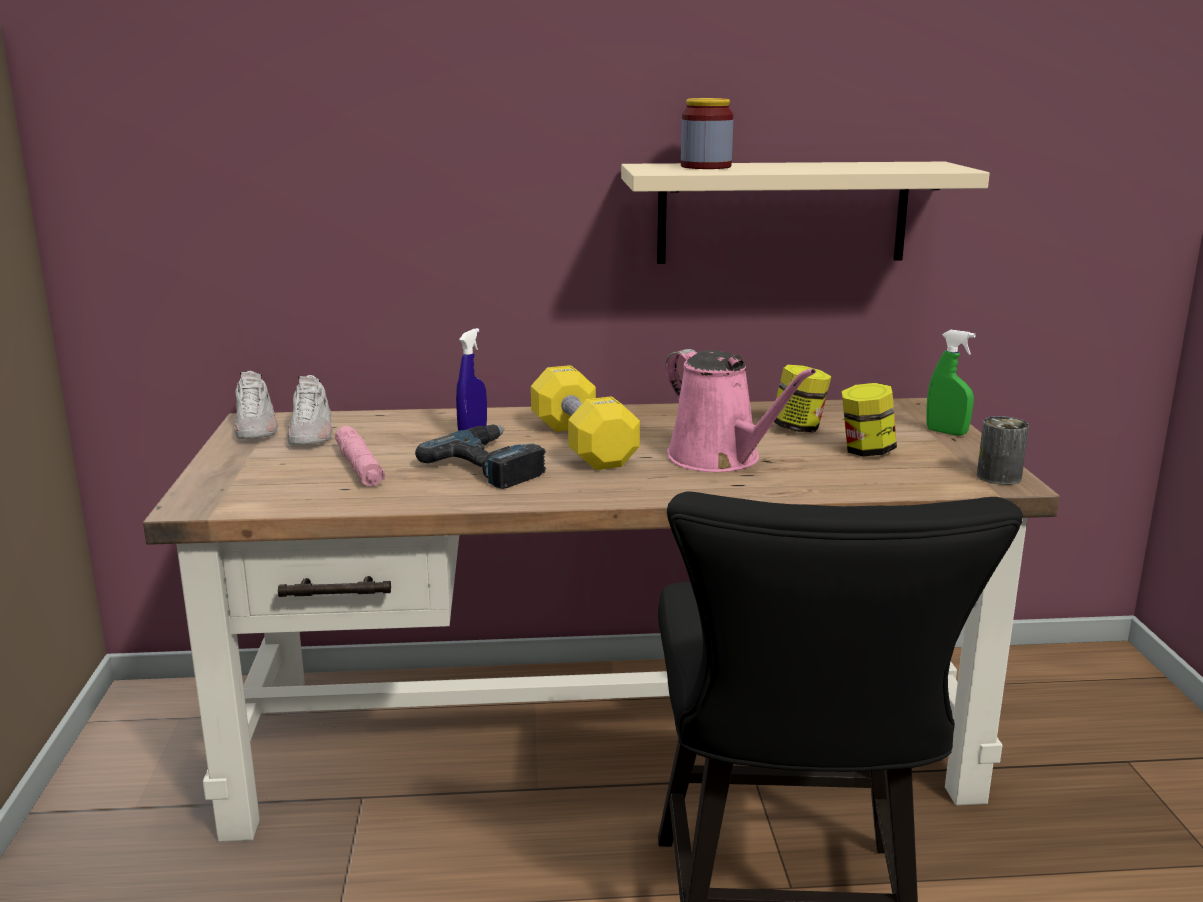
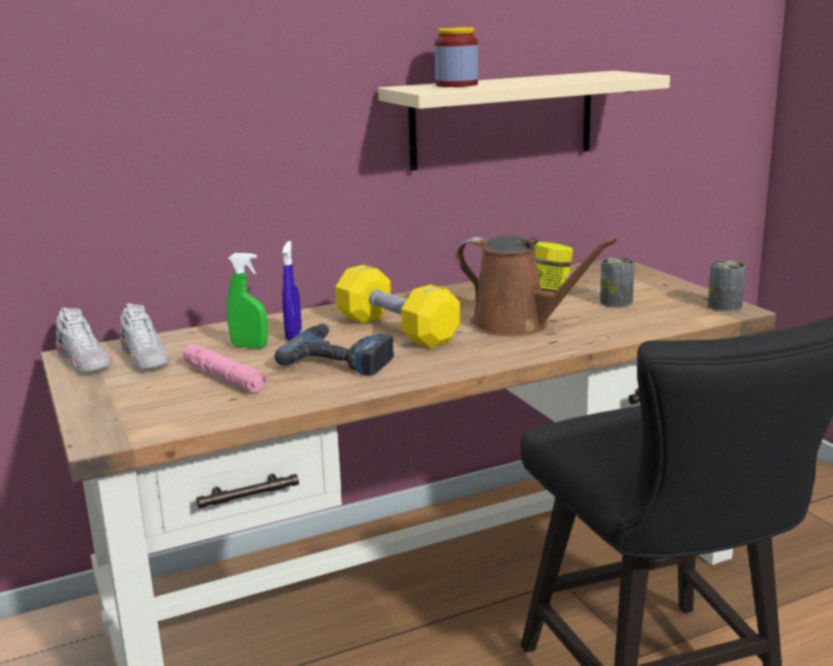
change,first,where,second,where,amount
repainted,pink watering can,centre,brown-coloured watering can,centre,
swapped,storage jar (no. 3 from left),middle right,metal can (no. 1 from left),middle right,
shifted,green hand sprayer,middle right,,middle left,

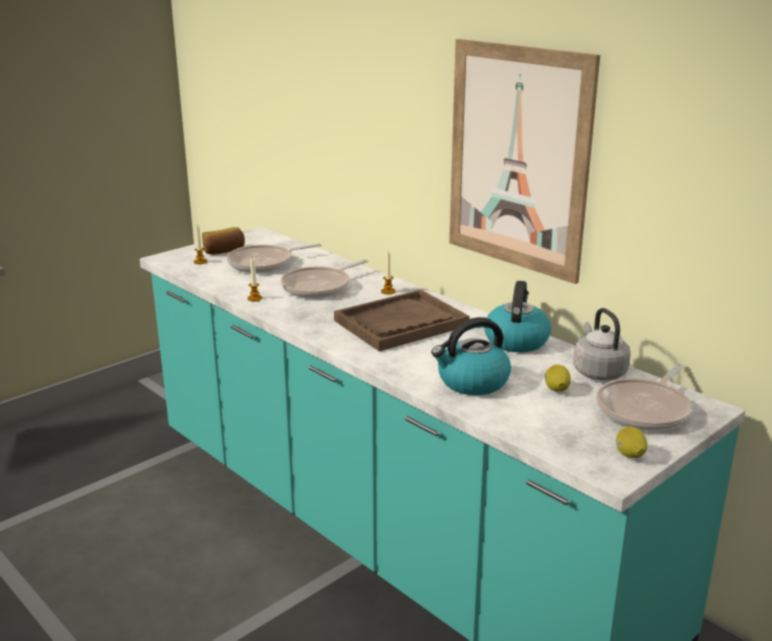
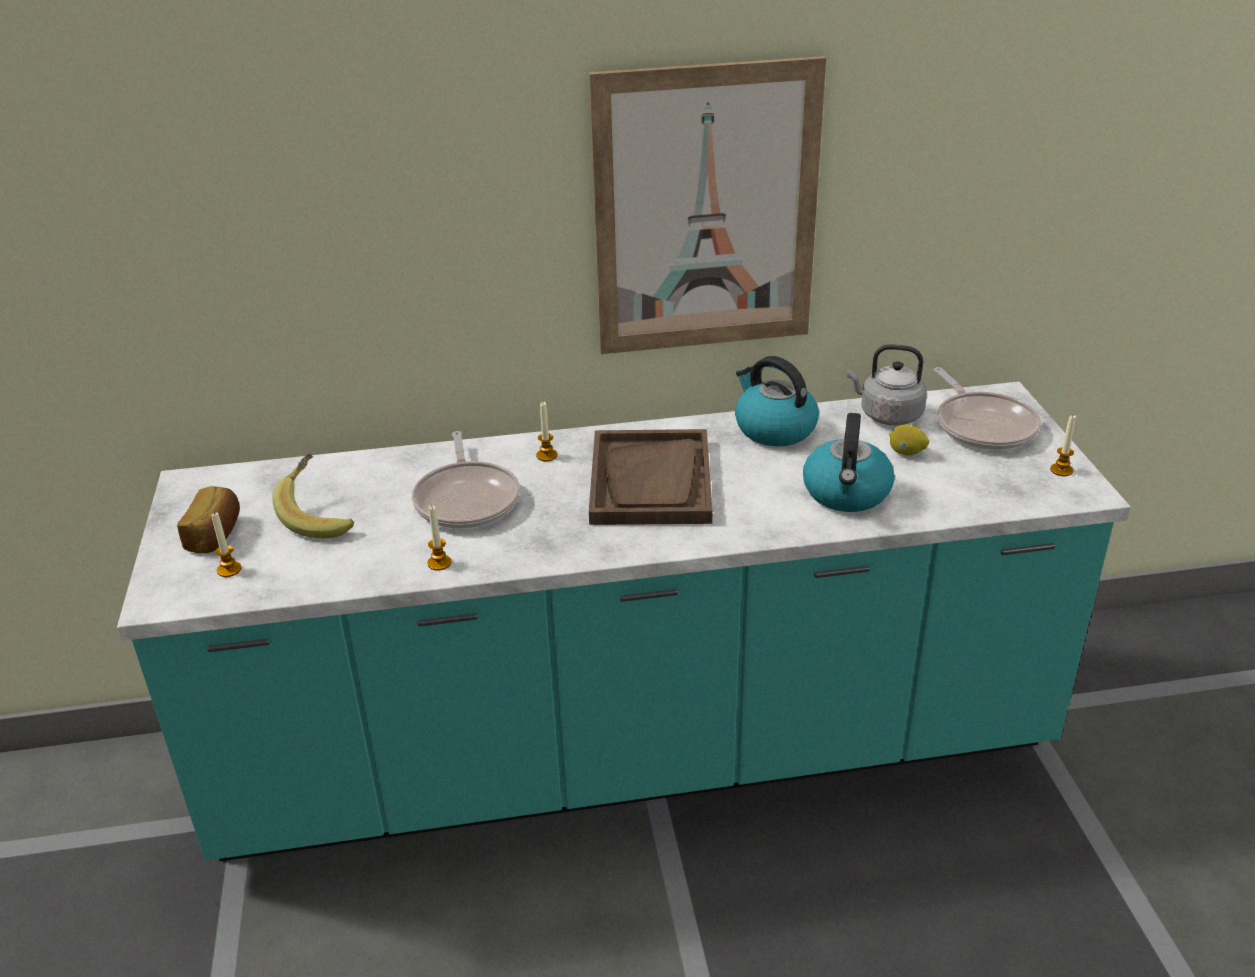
change,first,where,second,where,amount
swapped,skillet (no. 1 from left),centre,banana,middle left,
swapped,lemon (no. 2 from left),bottom right,wax light (no. 4 from left),middle right,

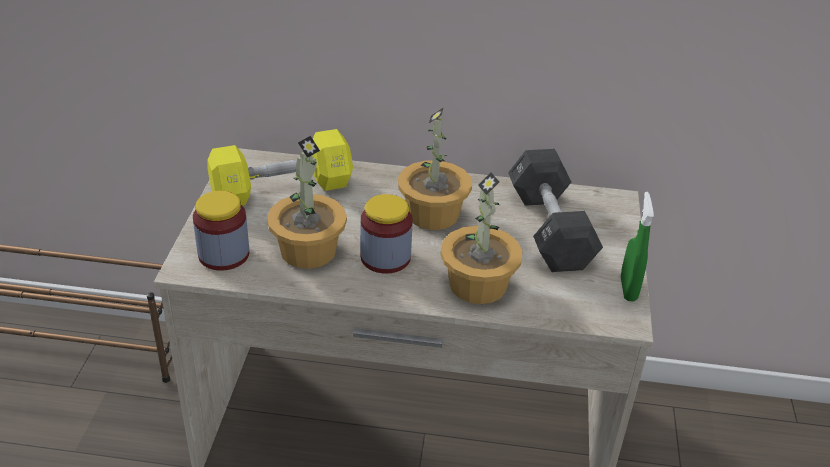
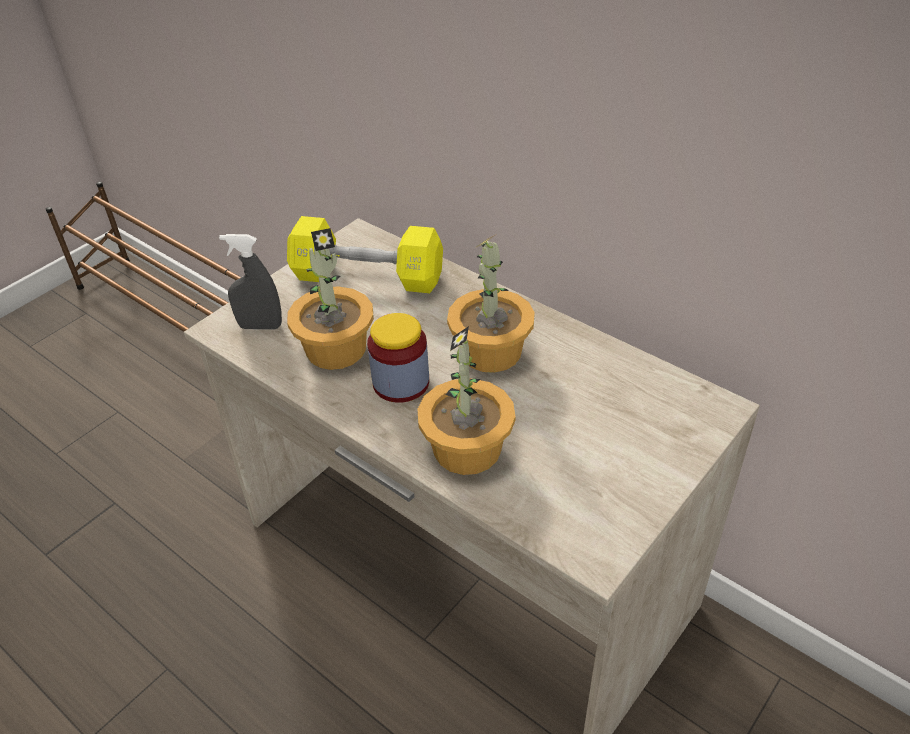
change,first,where,second,where,amount
swapped,storage jar (no. 1 from left),middle left,grey hand sprayer,middle left,
gone,blackish hand weight,middle right,,,
gone,green hand sprayer,middle right,,,

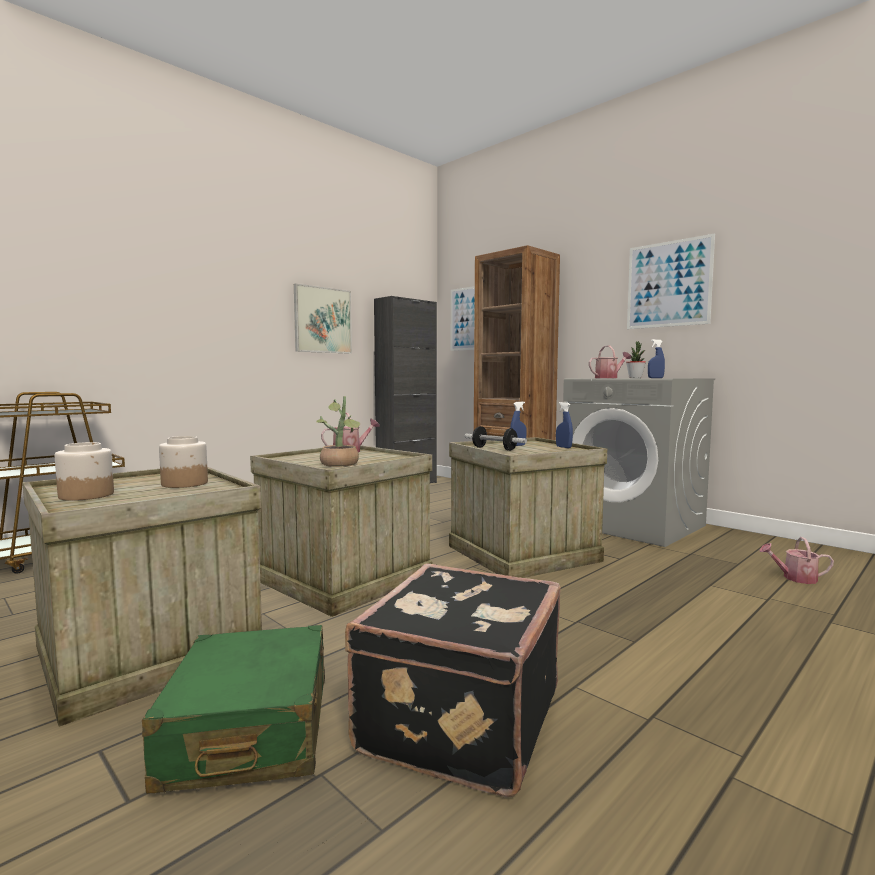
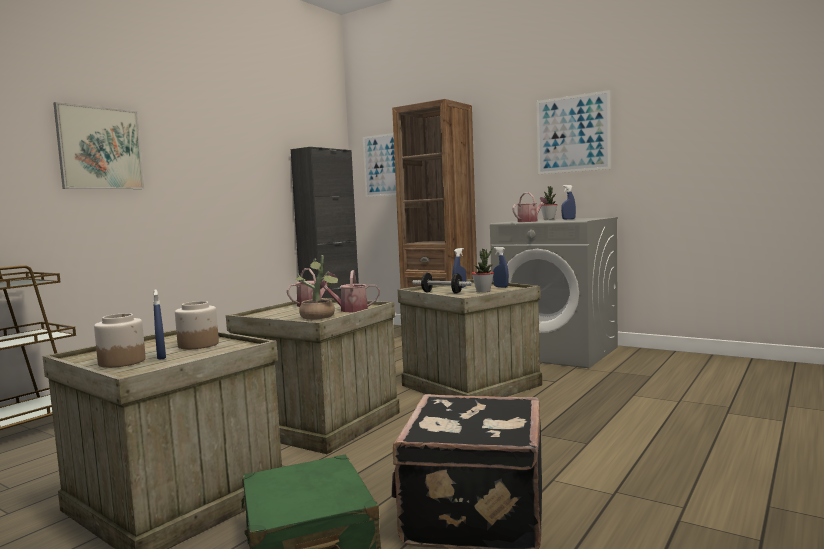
change,first,where,second,where,amount
shifted,wall art (no. 1 from left),centre,,top left,
shifted,watering can (no. 3 from left in the first image),middle right,watering can (no. 2 from left),centre,
new,,,blue-coloured hand sprayer (no. 1 from left),middle left,
new,,,plant in a pot (no. 2 from left),centre,

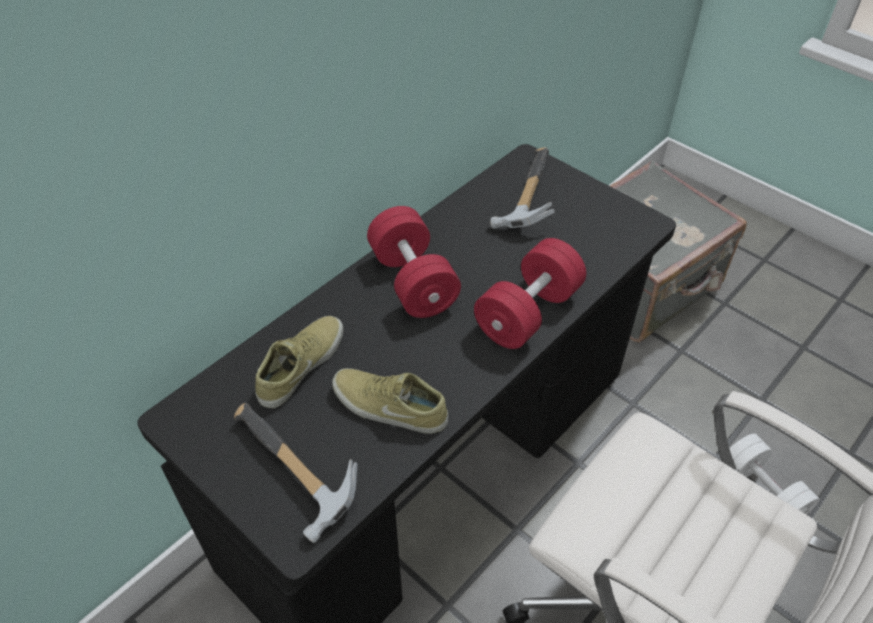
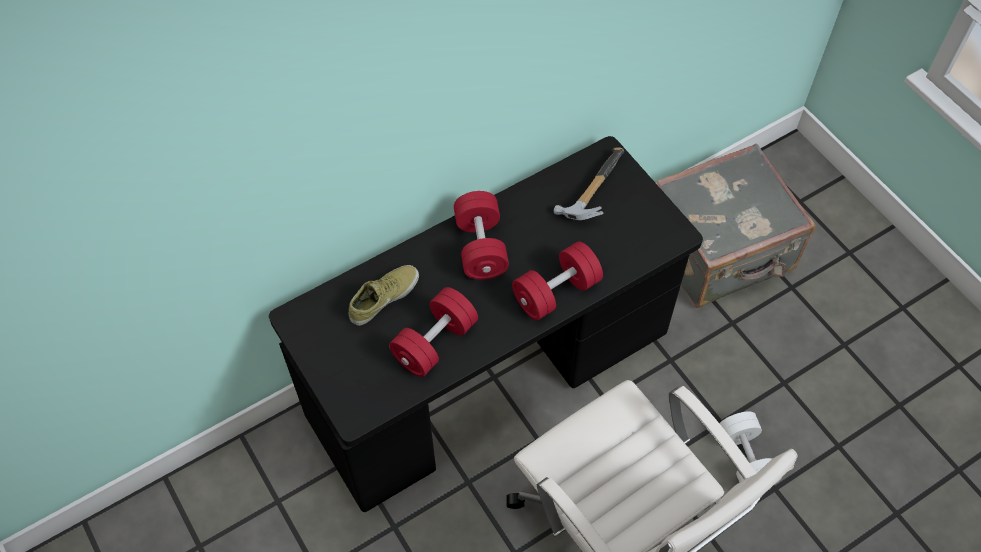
change,first,where,second,where,amount
gone,hand hammer (no. 1 from left),bottom centre,,,
swapped,sand-coloured low shoe (no. 2 from left),centre,red hand weight (no. 1 from left),centre,

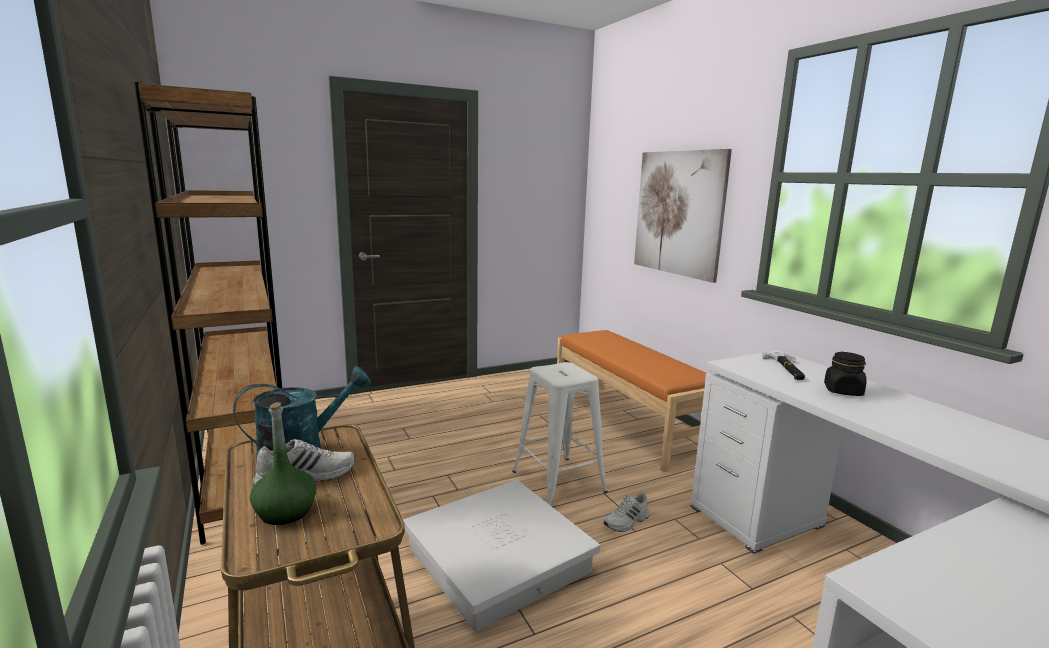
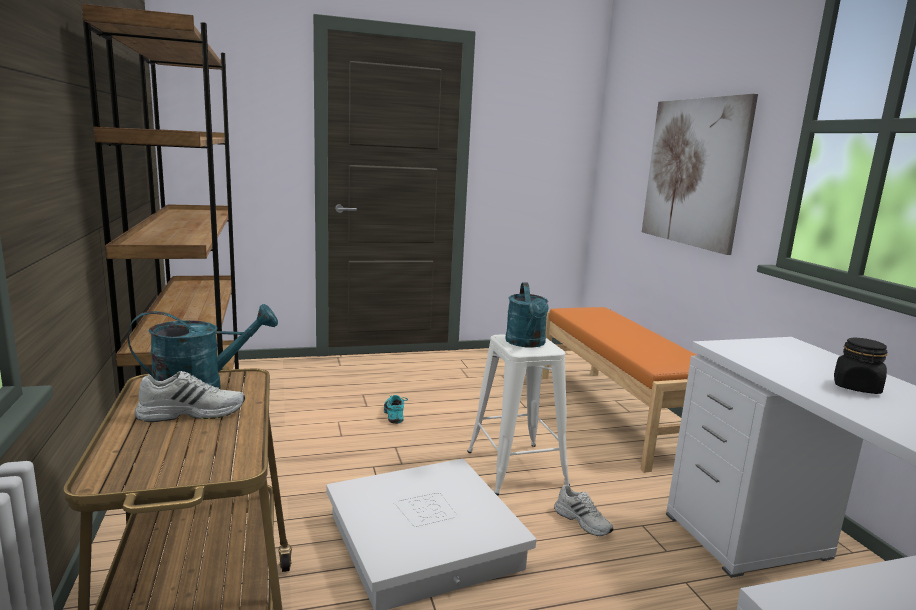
change,first,where,second,where,amount
gone,green bottle,bottom left,,,
rotated,whitish low shoe (no. 2 from left),bottom centre,,bottom centre,105 degrees counterclockwise
gone,hand hammer,middle right,,,
new,,,blue-green low shoe,bottom centre,
new,,,blue-green watering can (no. 2 from left),centre,

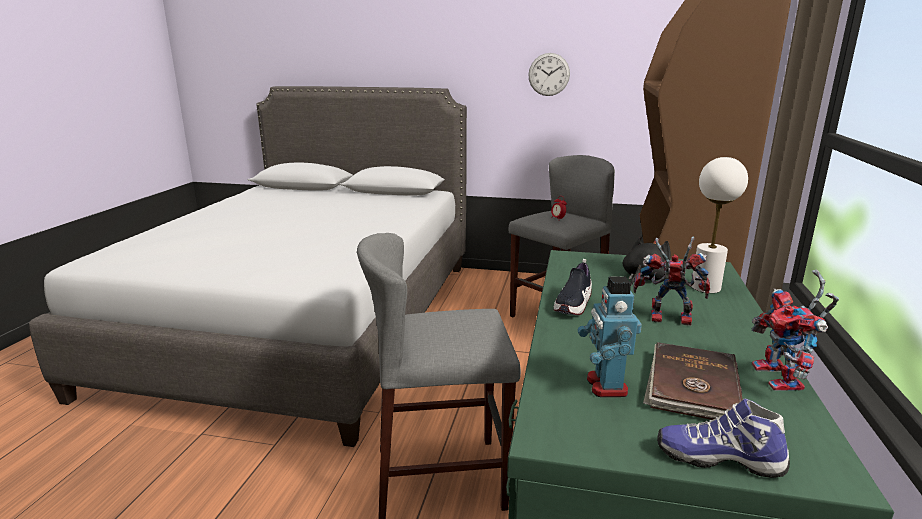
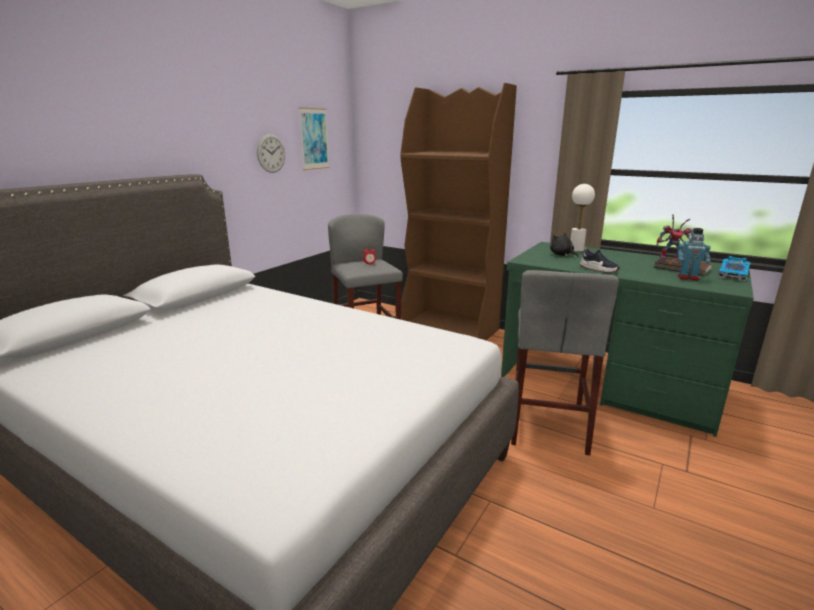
change,first,where,second,where,amount
gone,toy robot (no. 2 from left),middle right,,,
swapped,low shoe (no. 2 from left),bottom right,model car,middle right,
new,,,wall art,top centre,

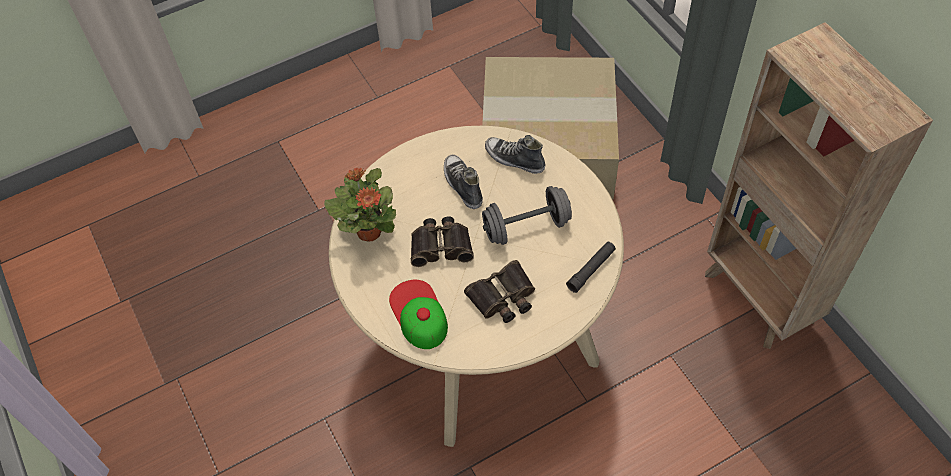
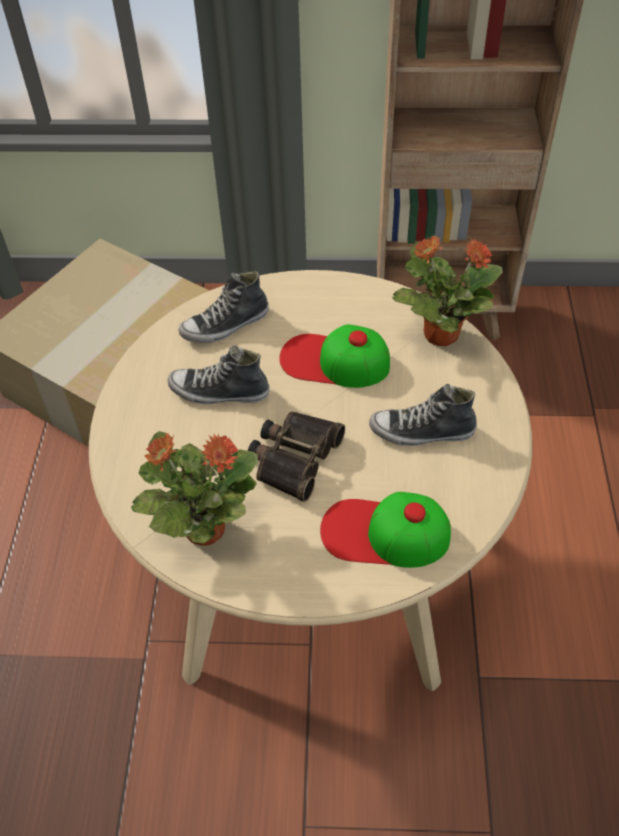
change,first,where,second,where,amount
swapped,binoculars (no. 2 from left),centre,low shoe (no. 3 from left),middle right,
swapped,grey hand weight,centre,peaked cap (no. 1 from left),centre,
swapped,blackish torch,centre,plant in a pot (no. 2 from left),middle right,

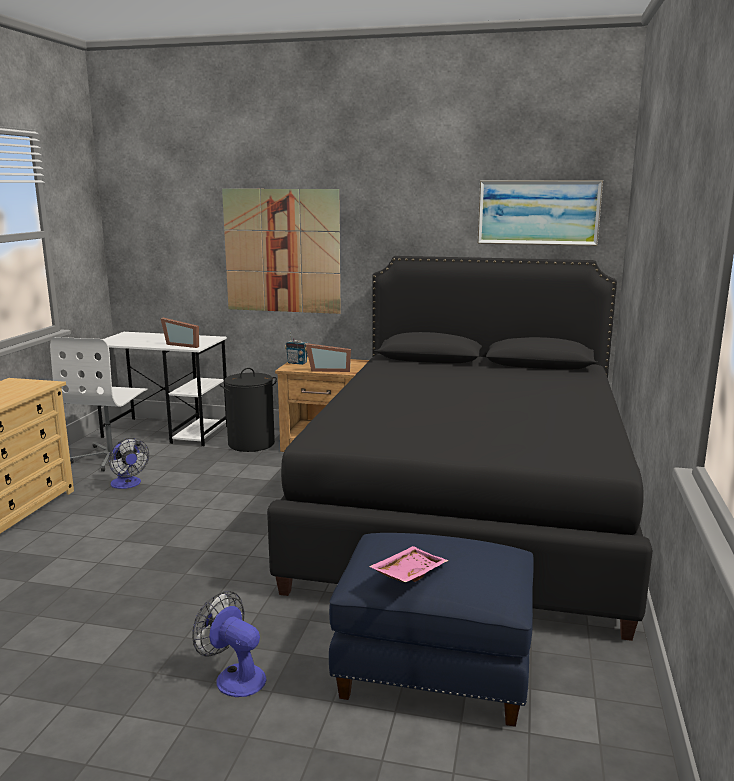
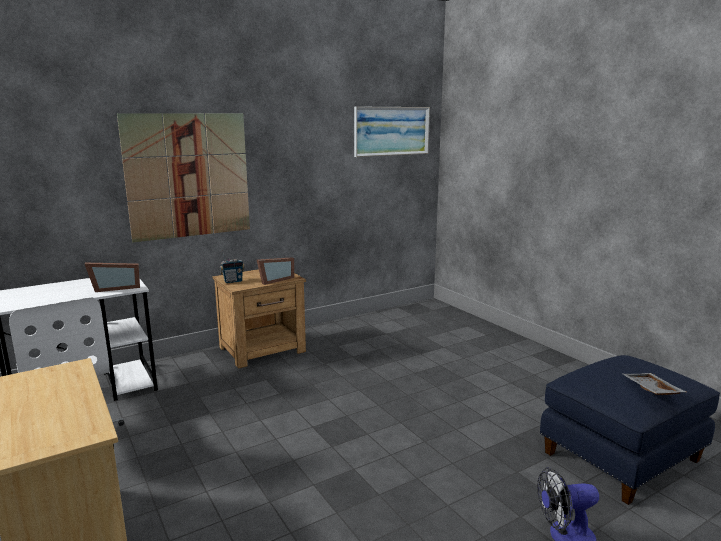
change,first,where,second,where,amount
gone,electric fan (no. 1 from left),middle left,,,
gone,blackish washing basket,centre,,,
gone,blackish bedroom bed,centre,,,
repainted,pink serving tray,bottom centre,grey serving tray,bottom right,

